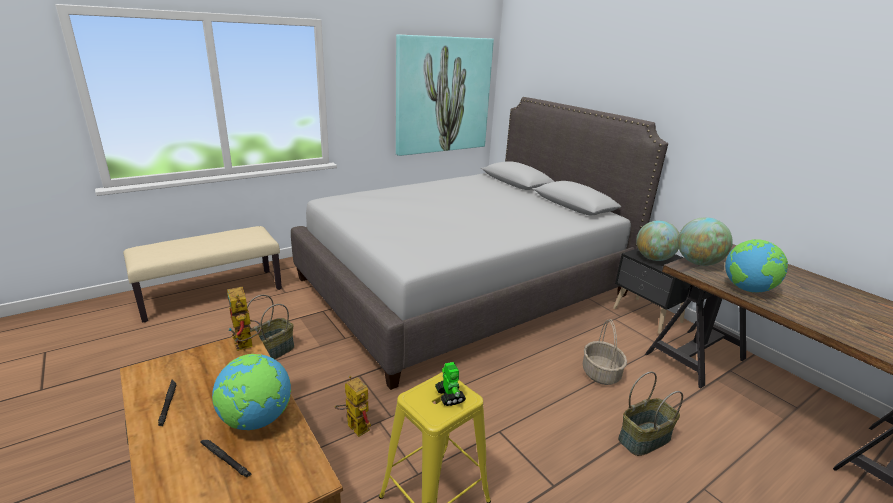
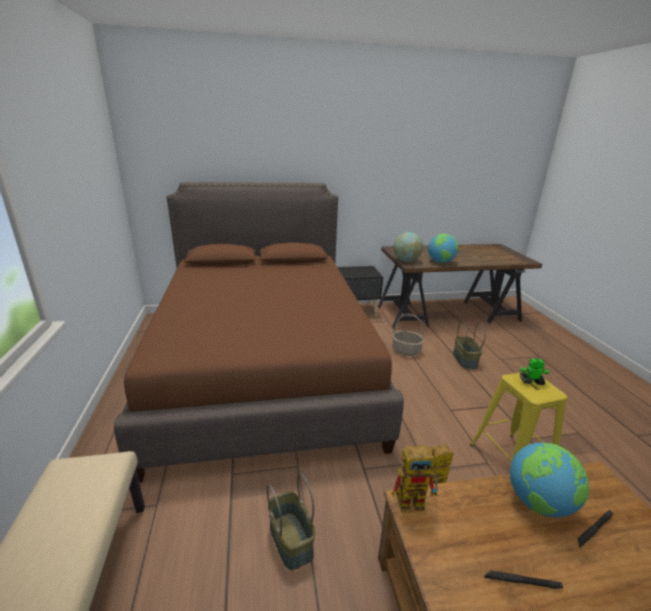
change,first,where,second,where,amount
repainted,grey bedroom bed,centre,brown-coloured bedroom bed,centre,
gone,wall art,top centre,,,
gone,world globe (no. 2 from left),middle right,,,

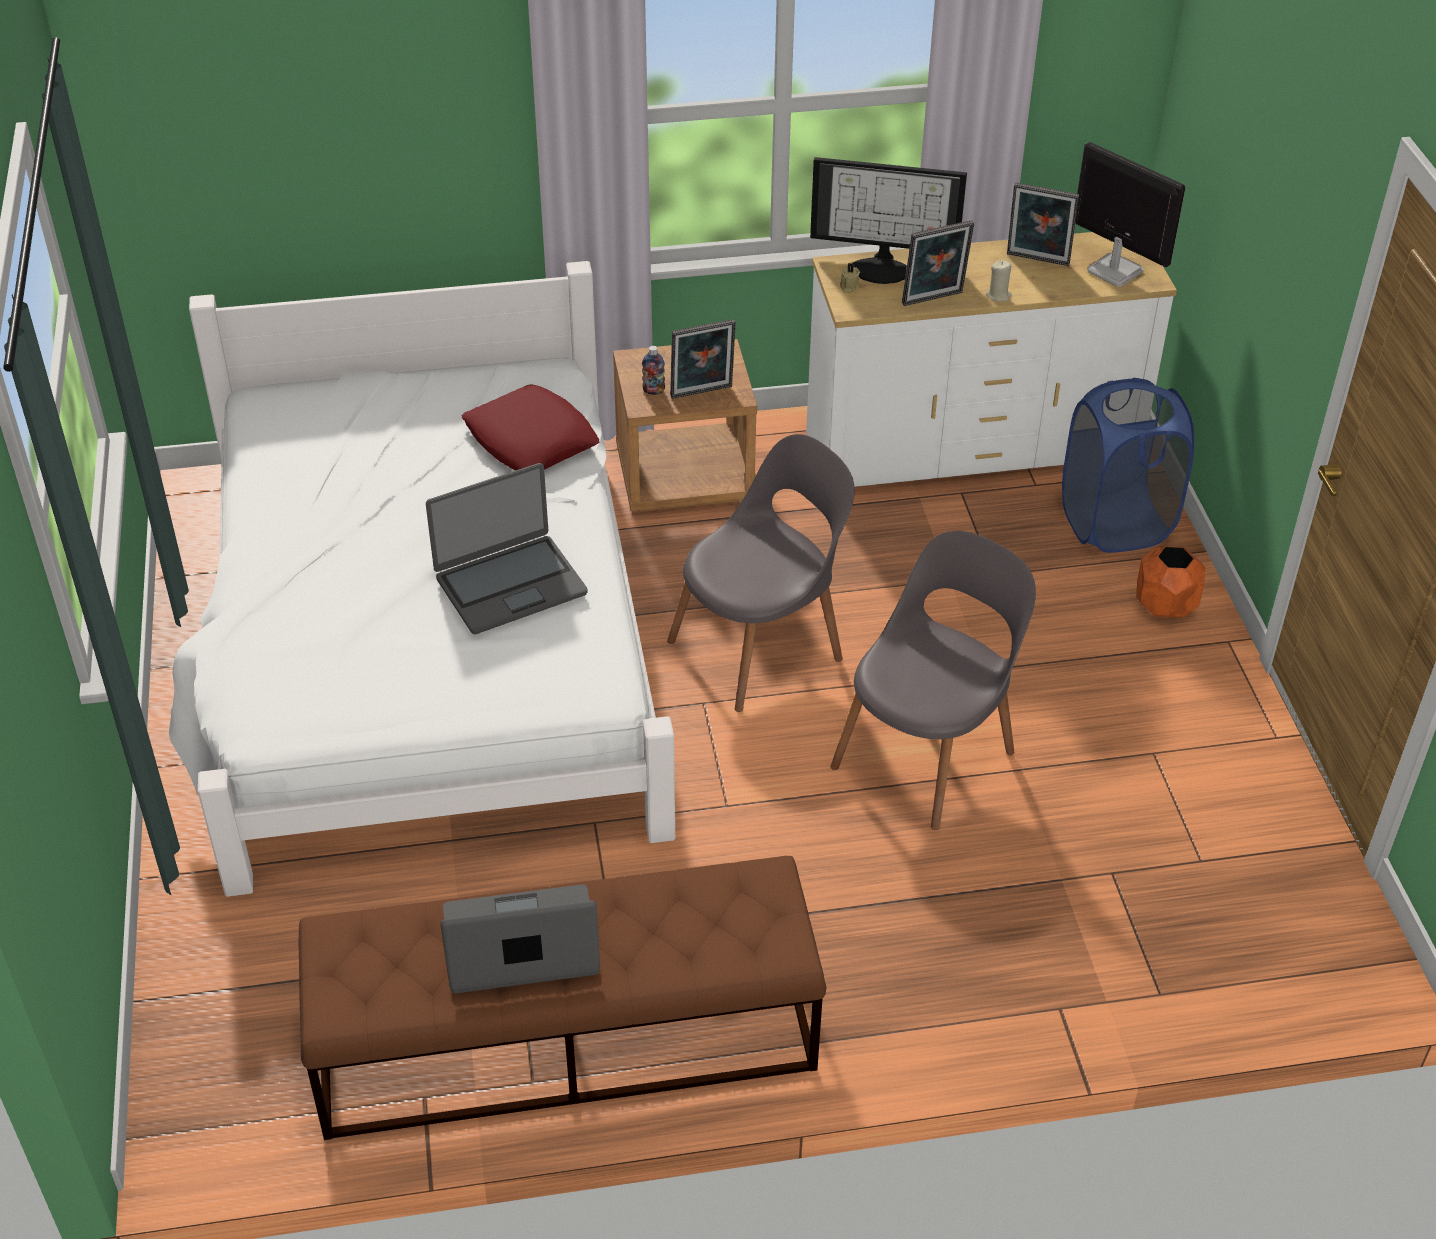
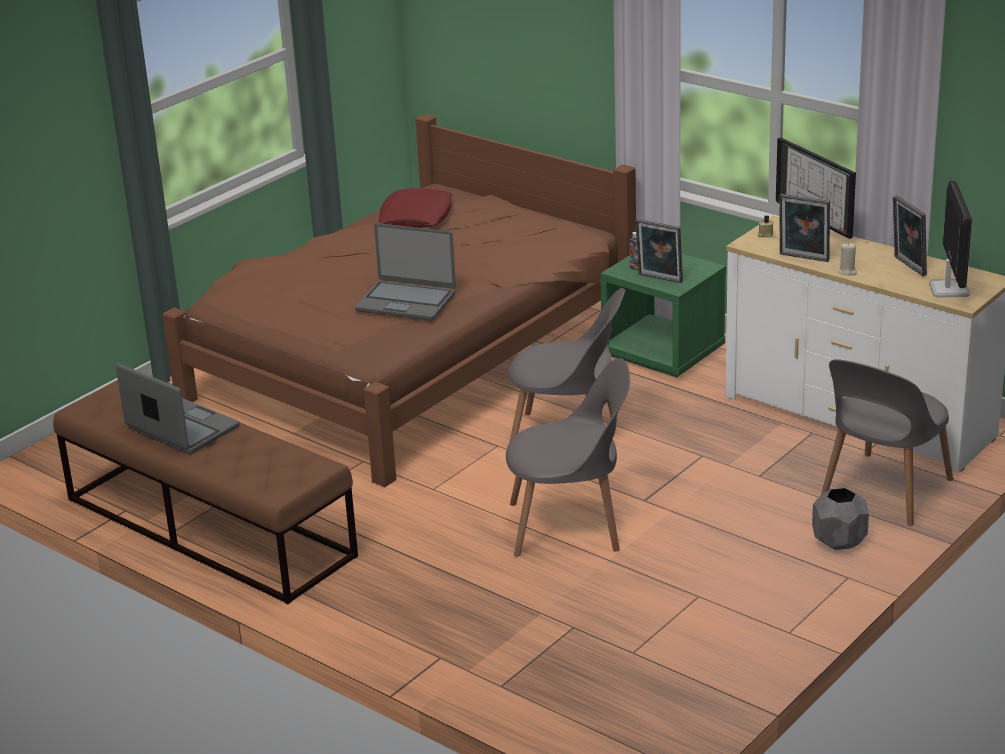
change,first,where,second,where,amount
repainted,whitish bedroom bed,middle left,brown-coloured bedroom bed,centre,
shifted,red pillow,centre,,top centre,
repainted,brown-coloured nightstand,centre,green nightstand,centre,
swapped,blue-coloured washing basket,middle right,grey upright chair (no. 3 from left),middle right,
repainted,orange-coloured plant pot,middle right,grey plant pot,bottom right,

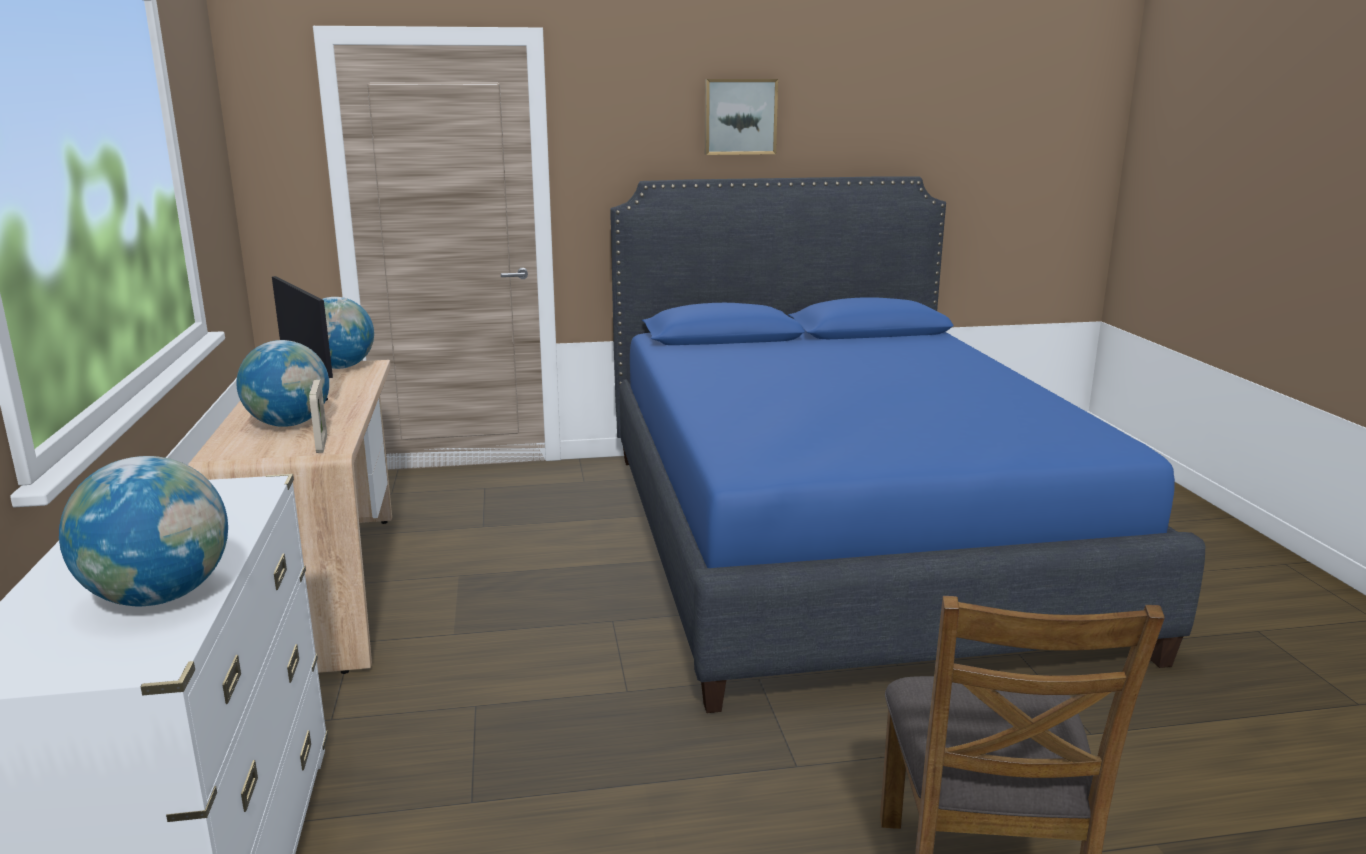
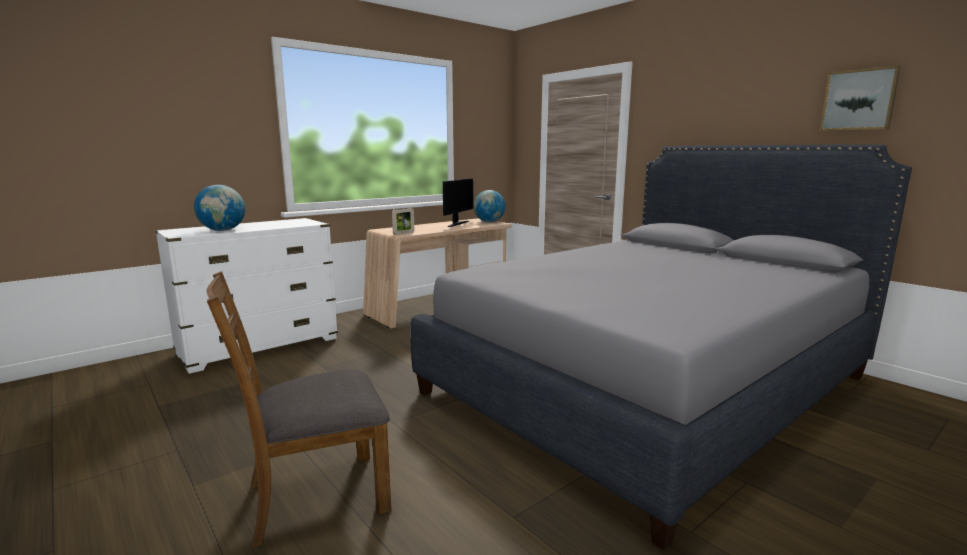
change,first,where,second,where,amount
gone,world globe (no. 2 from left),middle left,,,
repainted,blue-coloured bedroom bed,centre,grey bedroom bed,middle right,
shifted,wall art,top centre,,top right,

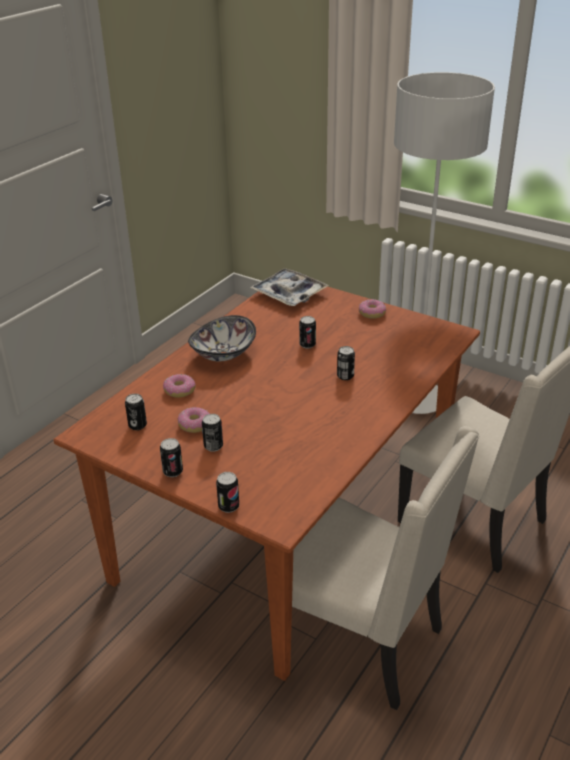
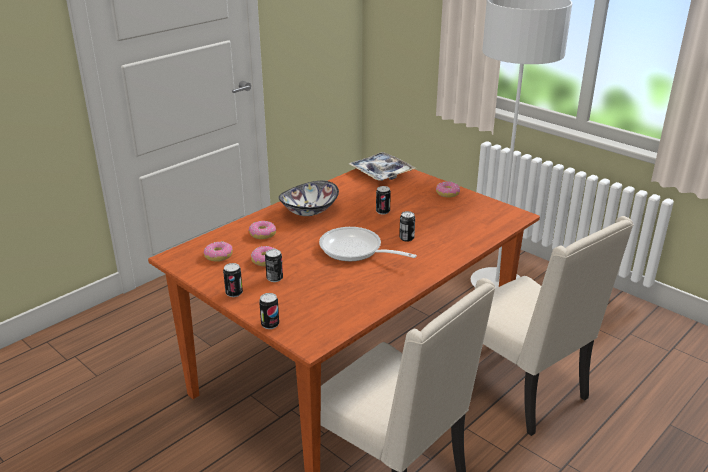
change,first,where,second,where,amount
swapped,metal can (no. 1 from left),middle left,ring doughnut (no. 1 from left),middle left,
new,,,skillet,centre,

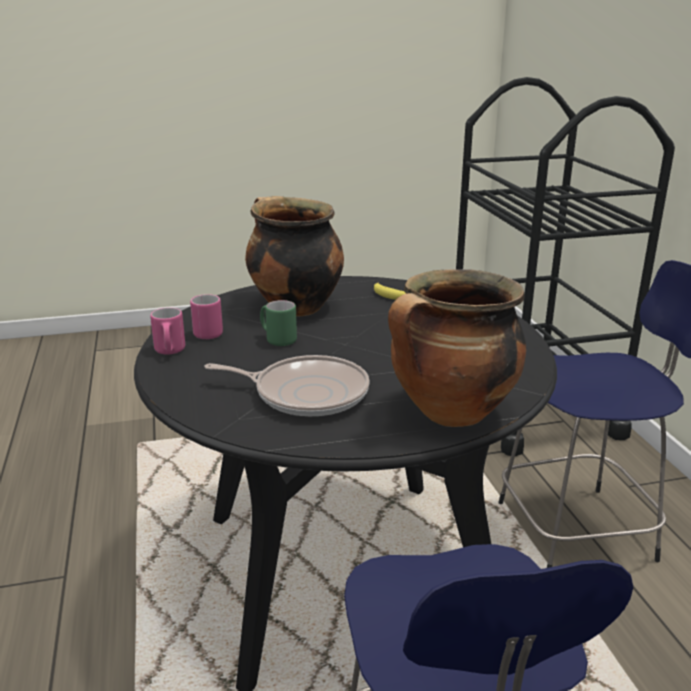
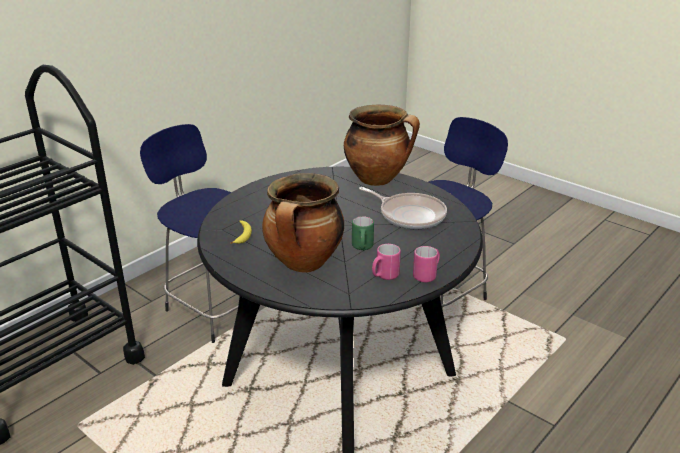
change,first,where,second,where,amount
rotated,skillet,centre,,centre,150 degrees clockwise

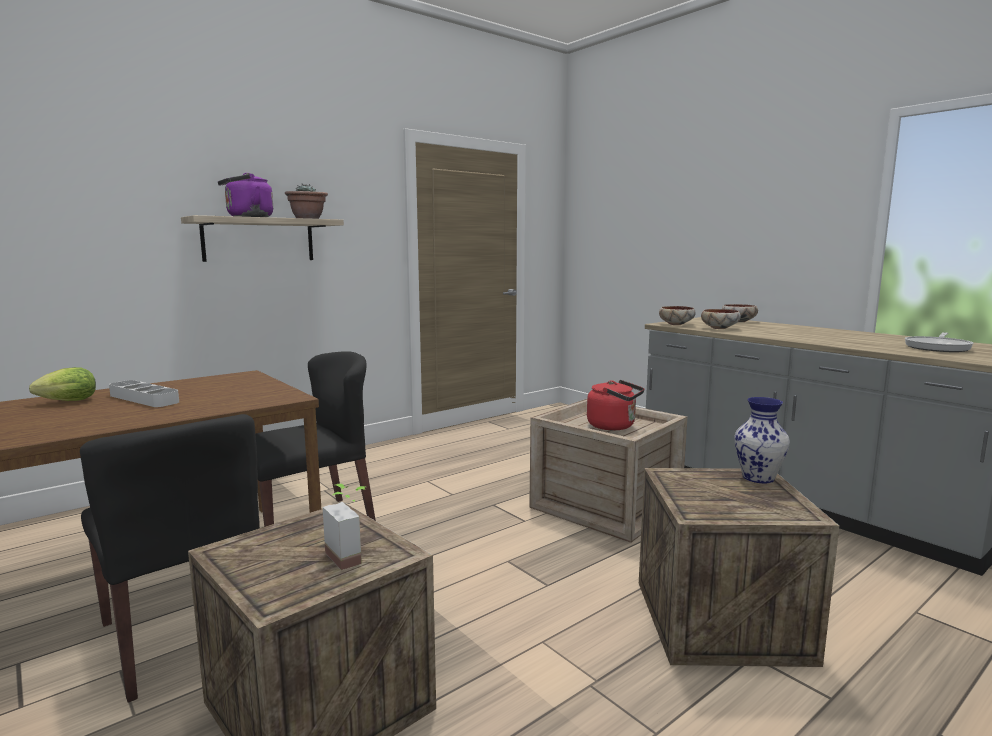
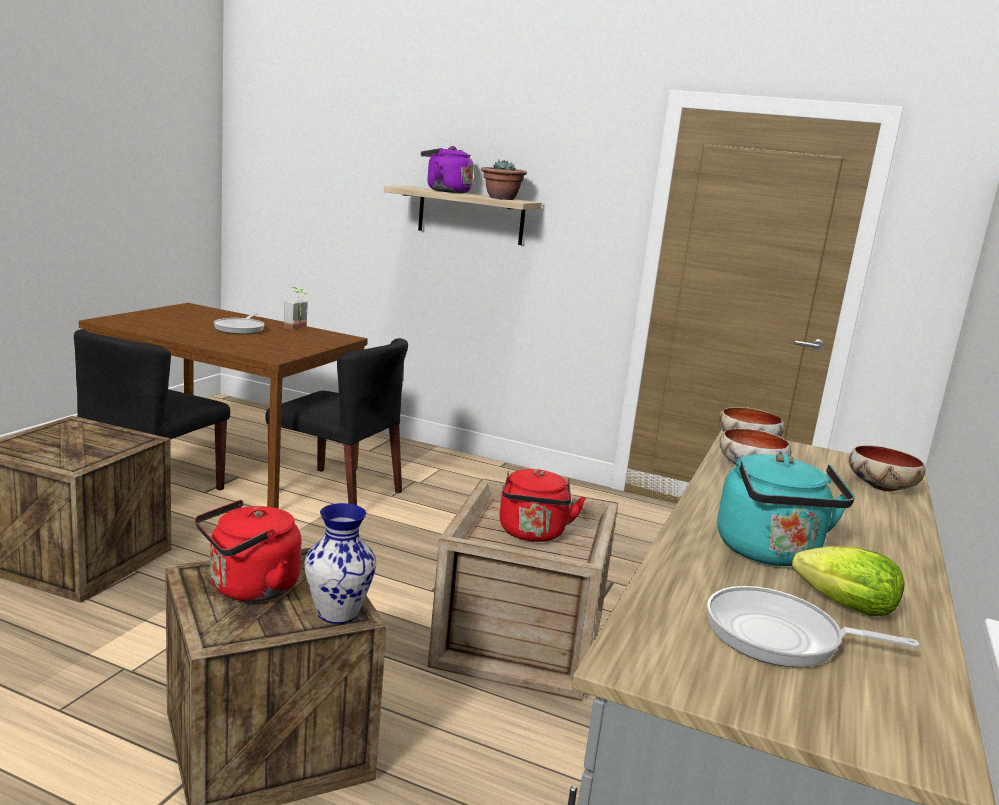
change,first,where,second,where,amount
shifted,lettuce,middle left,,bottom right,
swapped,grey serving tray,middle left,skillet (no. 1 from left),middle left,
shifted,plant in a pot (no. 2 from left in the first image),bottom centre,plant in a pot (no. 1 from left),middle left,
new,,,red water kettle (no. 1 from left),bottom left,
new,,,blue-green water kettle,middle right,

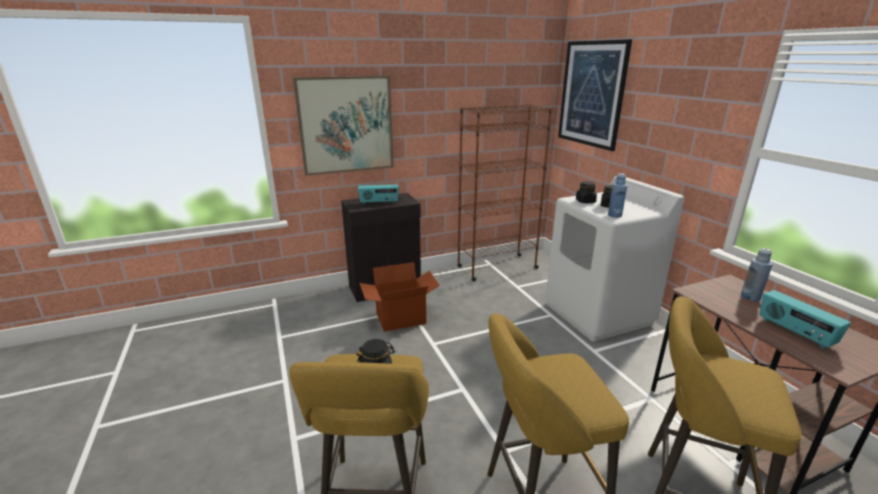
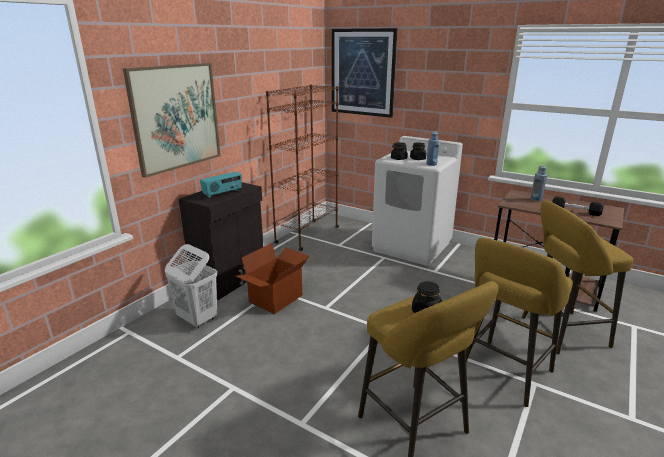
change,first,where,second,where,amount
swapped,radio receiver (no. 2 from left),middle right,blackish hand weight,middle right,
new,,,whitish washing basket,middle left,

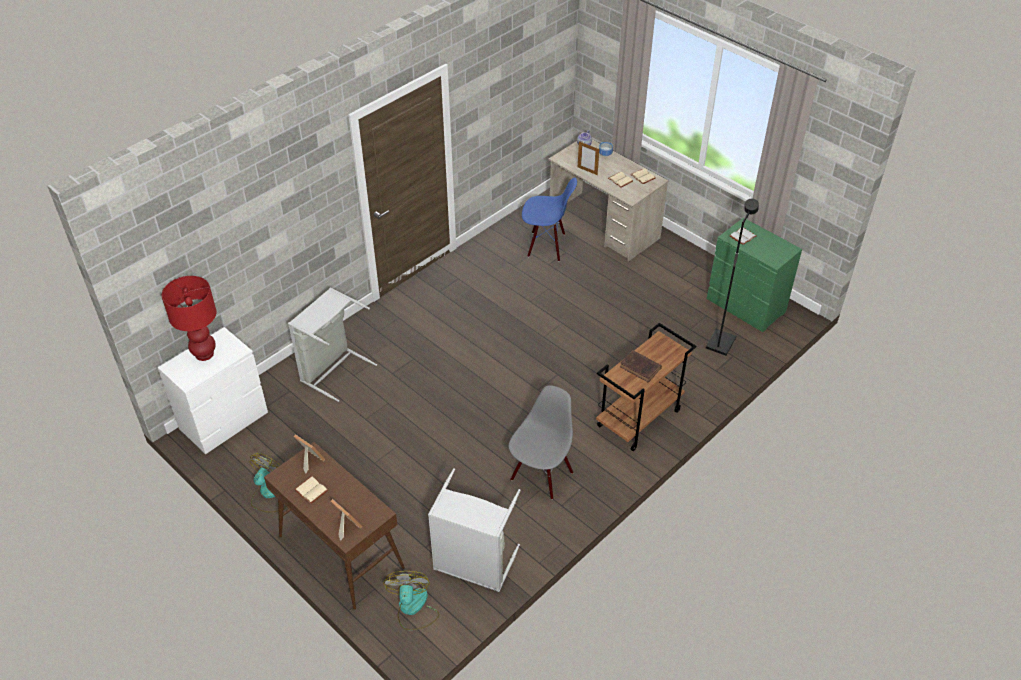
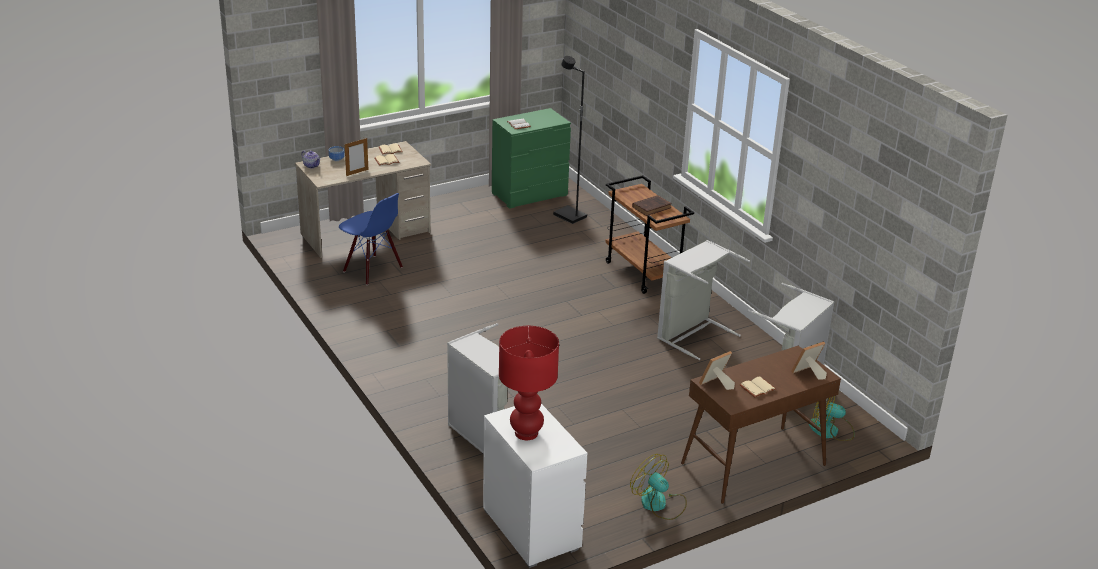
change,first,where,second,where,amount
swapped,grey upright chair,centre,grey washing basket (no. 2 from left),centre,
rotated,blue-coloured upright chair,top centre,,centre,105 degrees clockwise

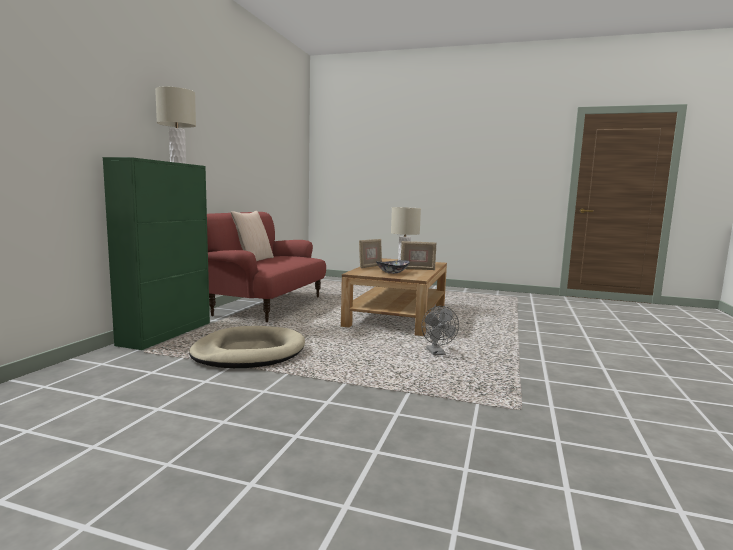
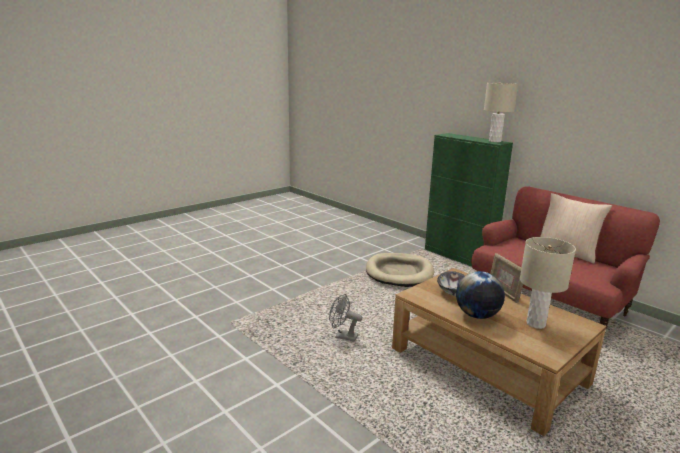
change,first,where,second,where,amount
swapped,picture frame (no. 2 from left),centre,world globe,middle right,

